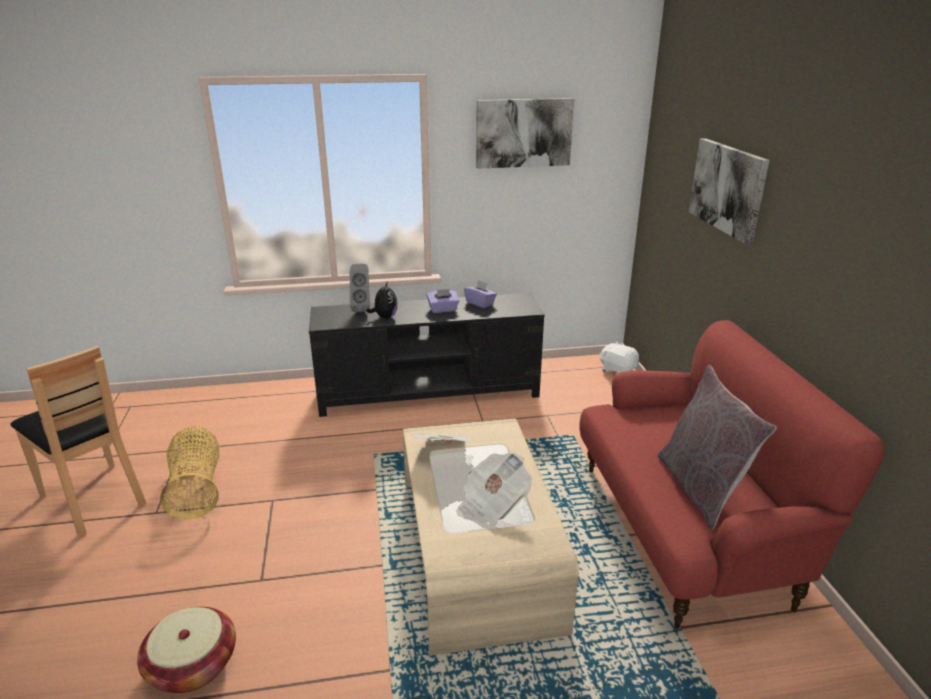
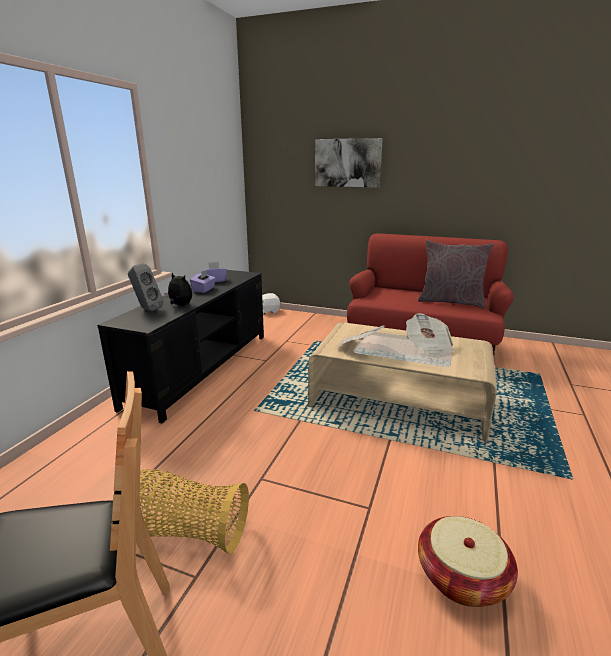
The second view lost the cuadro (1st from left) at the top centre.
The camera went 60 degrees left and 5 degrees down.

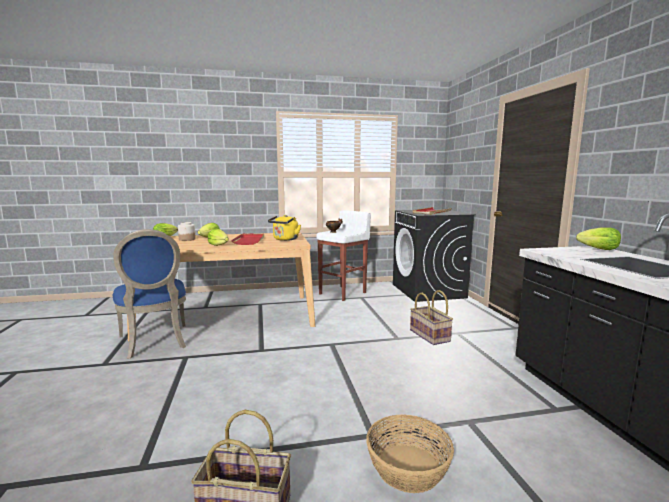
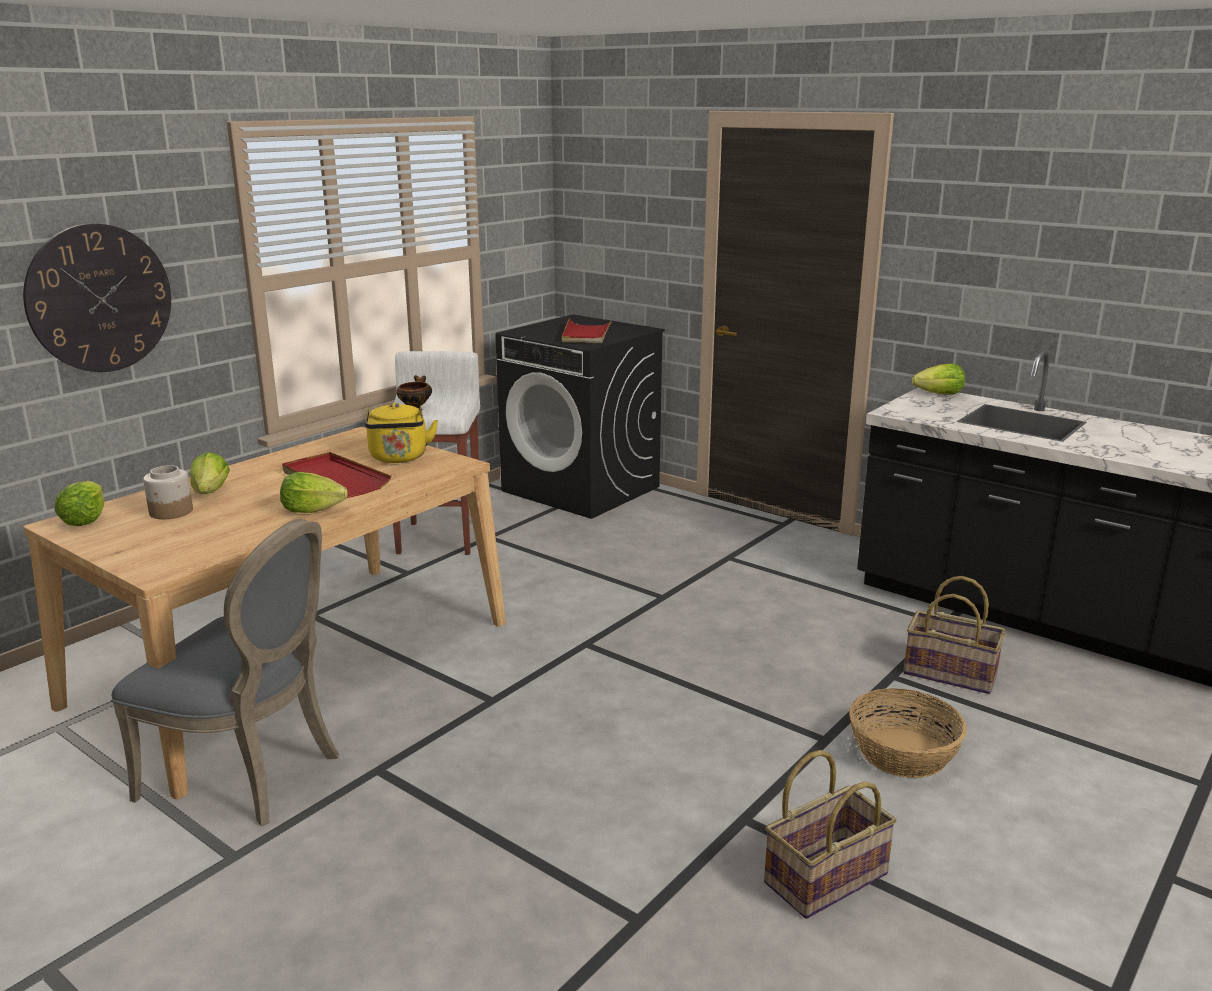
The second view gained the reloj de pared at the top left.
The cesta (3rd from left) ended up elsewhere, having gone from the centre to the middle right.
What was the silla (azul) at the middle left turned into the silla (gris) at the bottom left.
The camera went 40 degrees left and 10 degrees up.

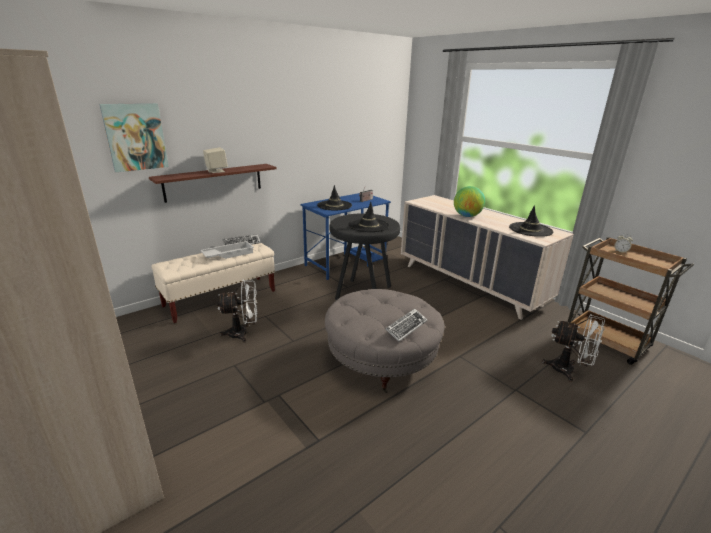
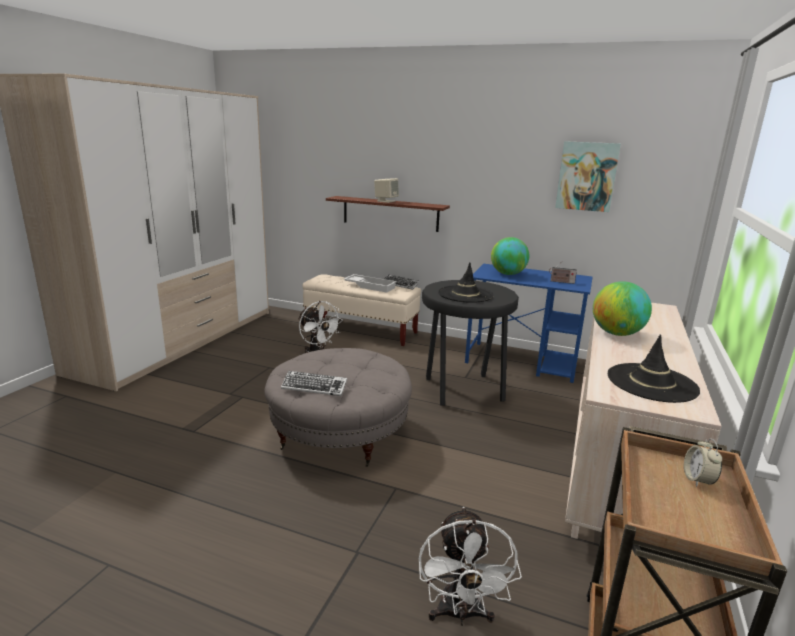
The cuadro ended up elsewhere, having gone from the top left to the top right.
Where the sombrero (negro) (1st from left) stood at the centre, the globo terráqueo (1st from left) came to stand at the centre.
The camera went 60 degrees right and 5 degrees down.

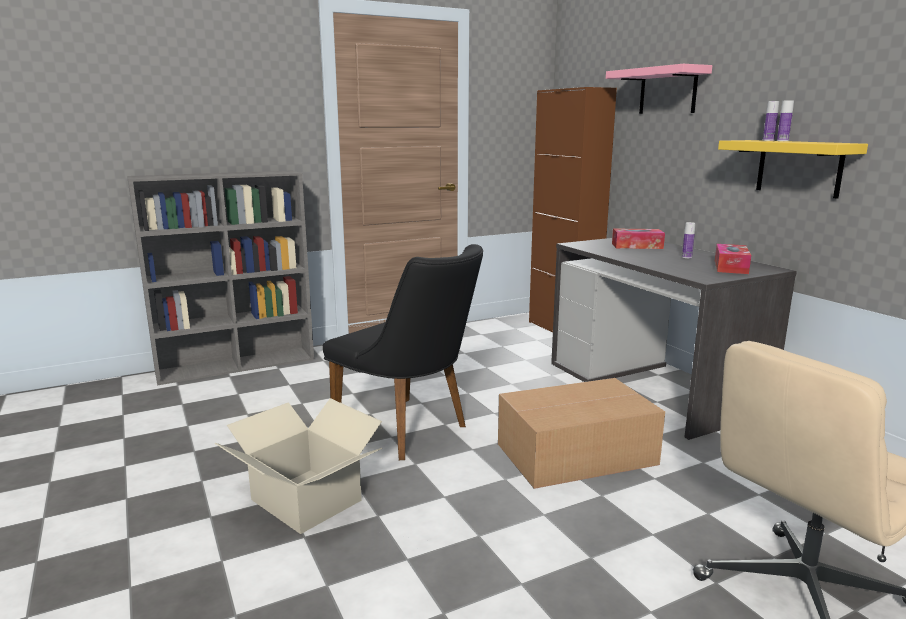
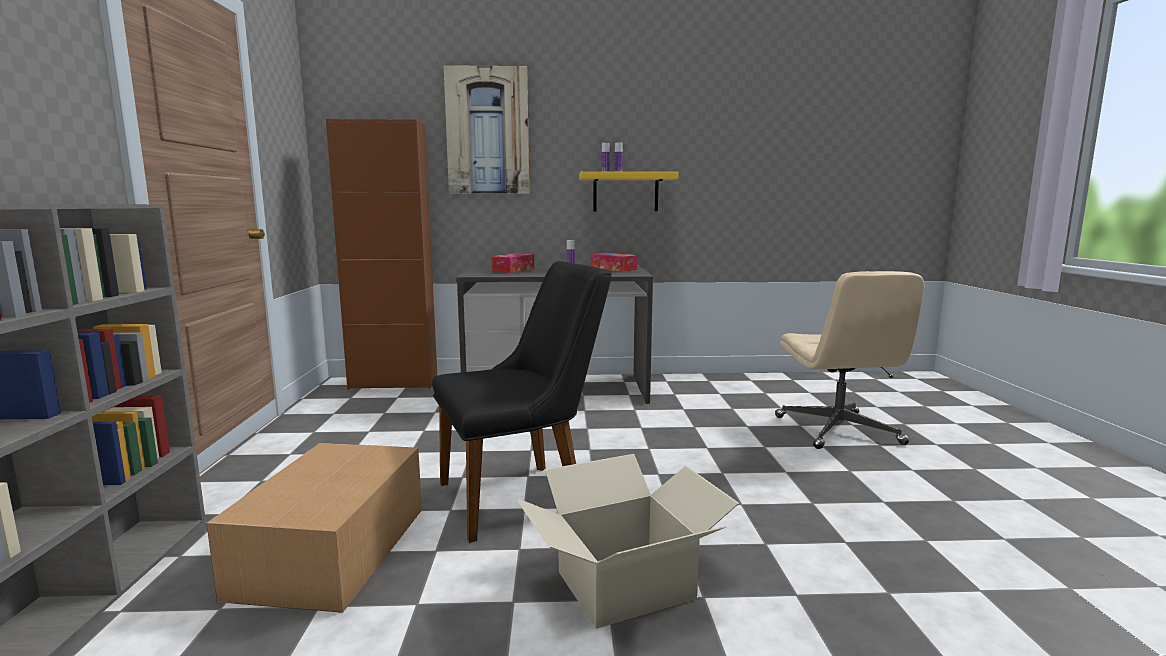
The caja de cartón (2nd from left in the first image) ended up elsewhere, having gone from the bottom centre to the bottom left.
Where the estante (rosa) hung at the top right, the cuadro came to hang at the top centre.
The camera went 65 degrees left and 5 degrees down.

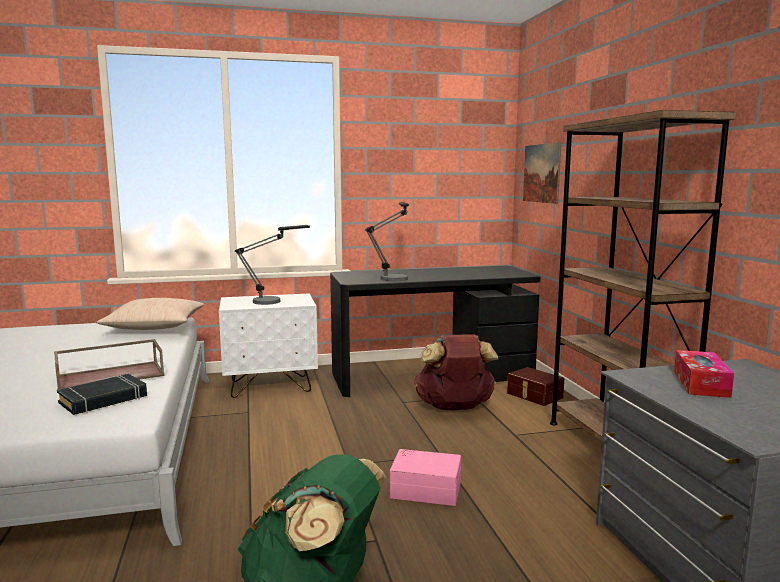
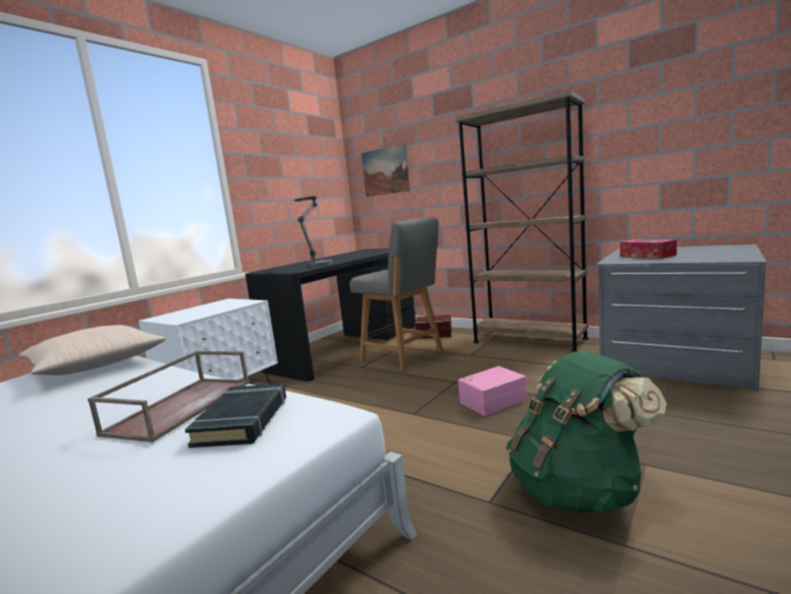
The second view lost the lámpara de mesa (1st from left) at the centre.
Where the mochila (marrón) stood at the centre, the silla (gris) came to stand at the centre.
The camera went 40 degrees left and 0 degrees up.

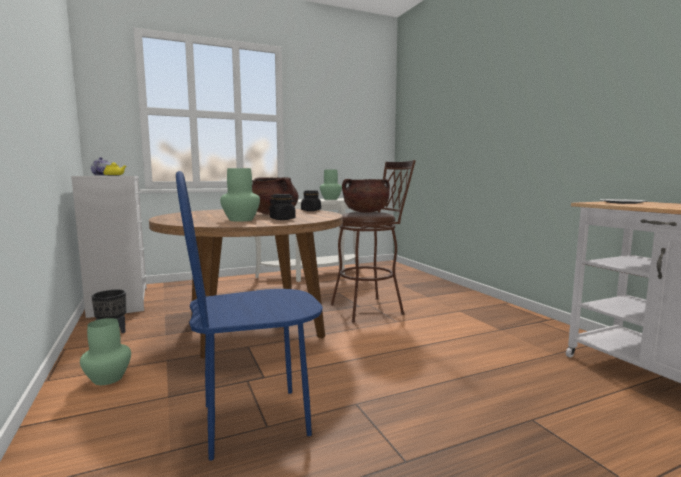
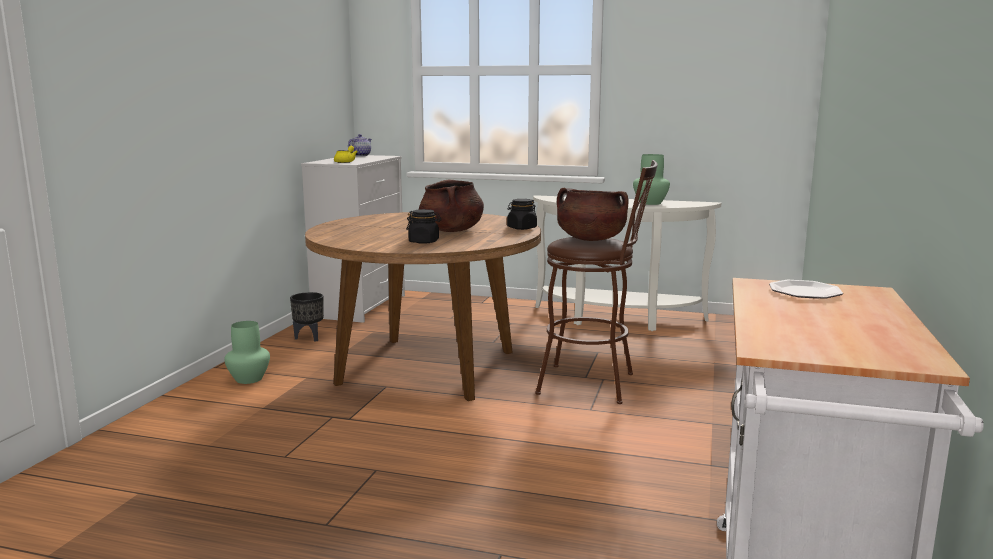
The second view lost the silla (azul) at the centre.
The second view lost the florero (verde) (2nd from left) at the centre.
The camera went 40 degrees right and 5 degrees up.

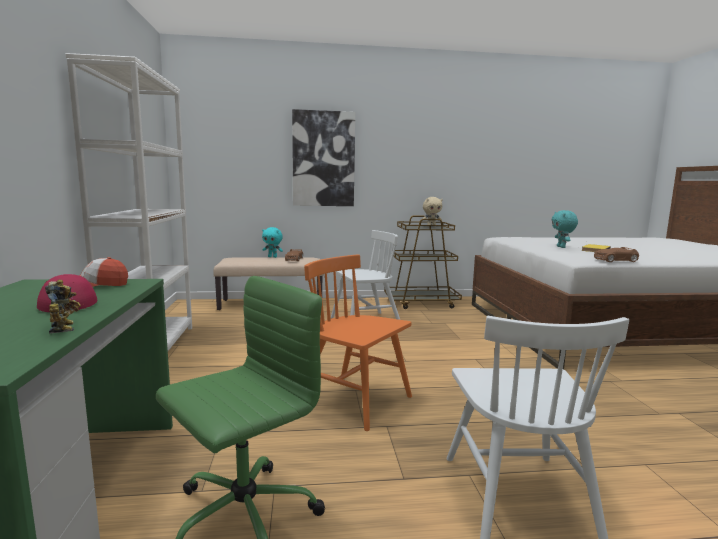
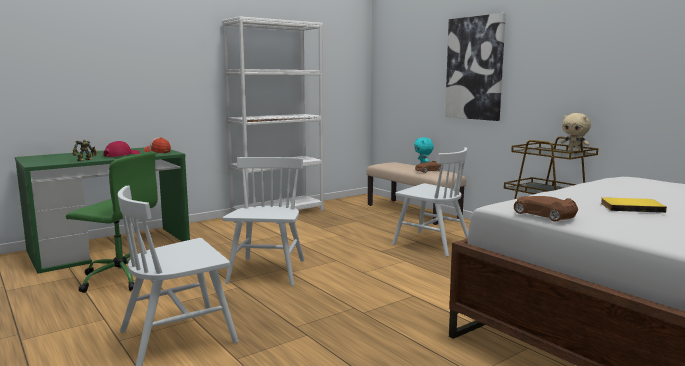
The second view lost the peluche (turquesa) (2nd from left) at the middle right.
What was the silla (naranja) at the centre turned into the silla (blanco) (2nd from left) at the centre.
The camera went 60 degrees right and 0 degrees up.

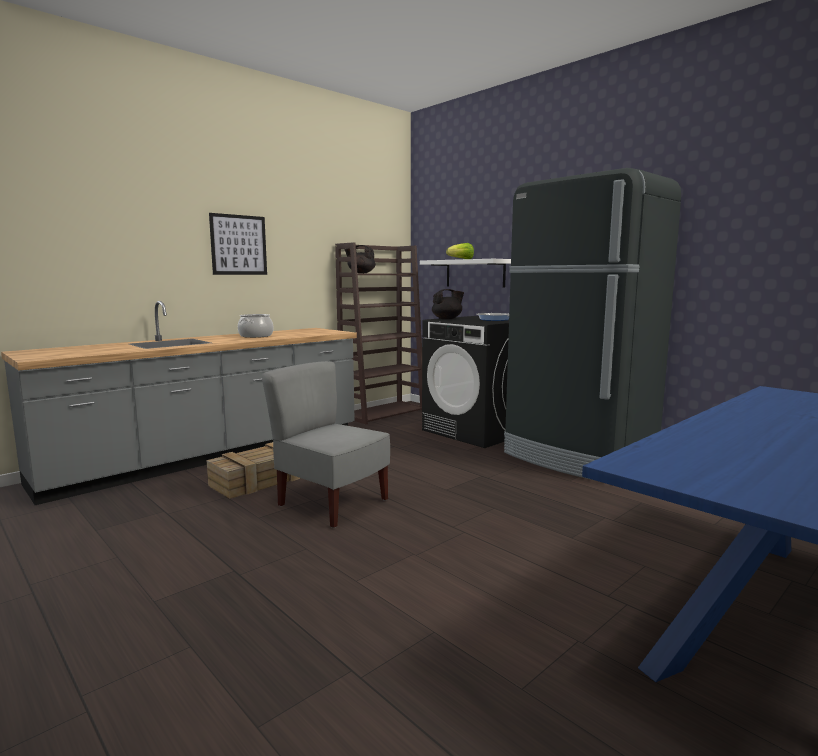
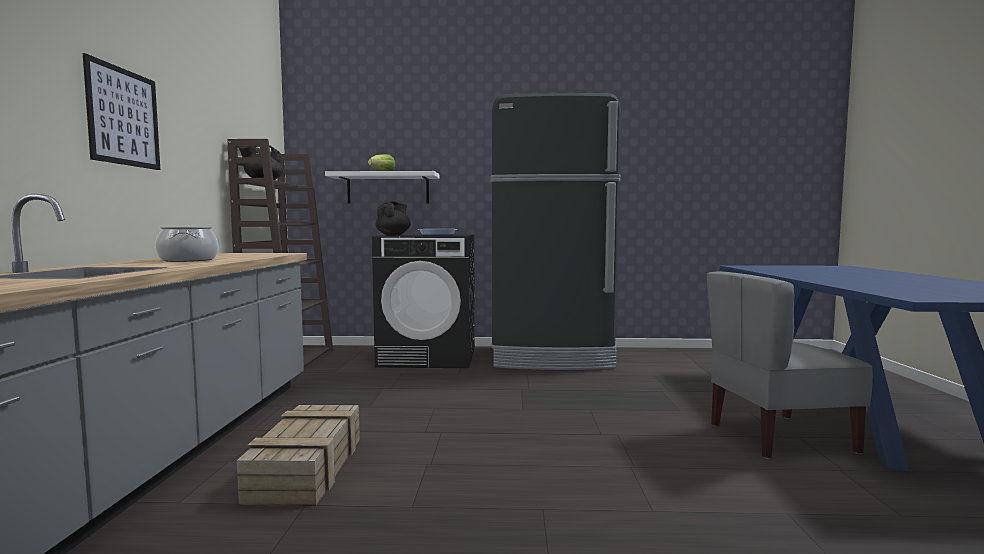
The silla (gris) ended up elsewhere, having gone from the centre to the middle right.
The camera went 45 degrees left and 5 degrees down.

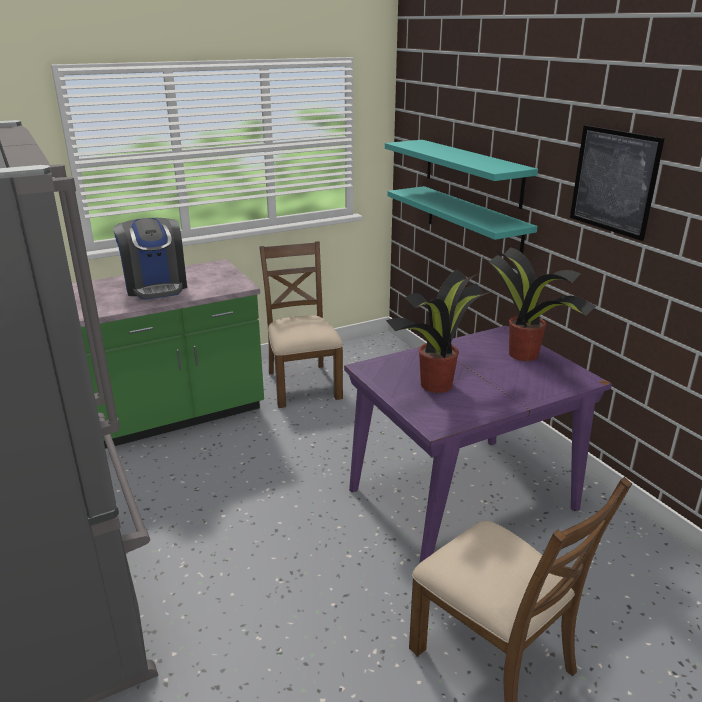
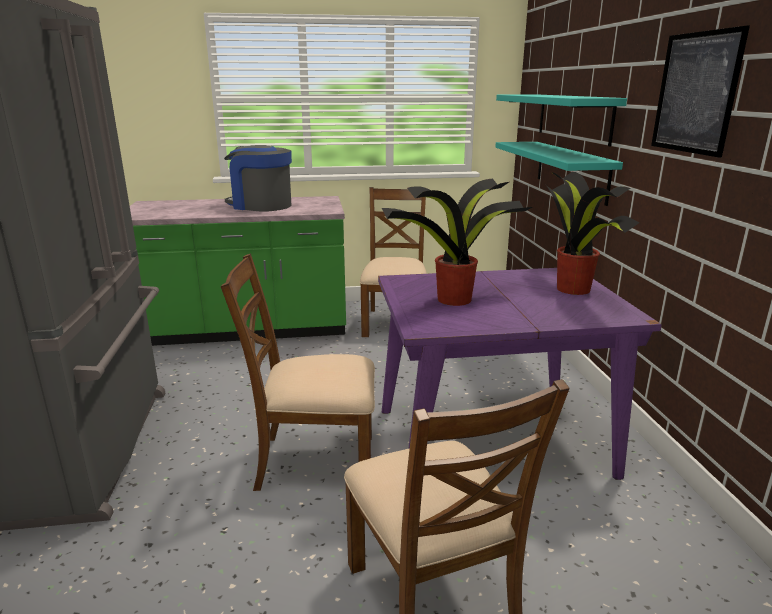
The second view gained the silla (marrón) (1st from left) at the centre.
The cafetera at the middle left ended up facing another way, 120 degrees clockwise from before.
The camera went 20 degrees right and 5 degrees down.

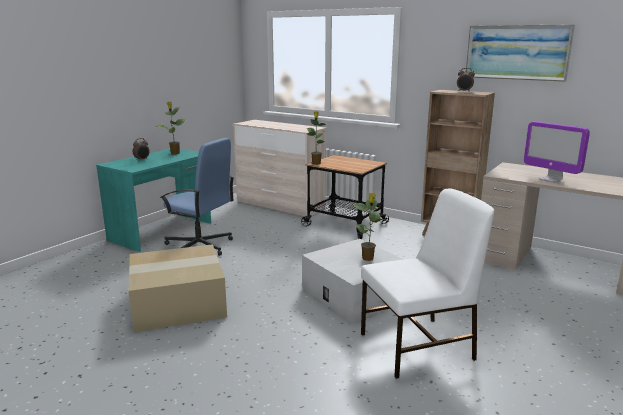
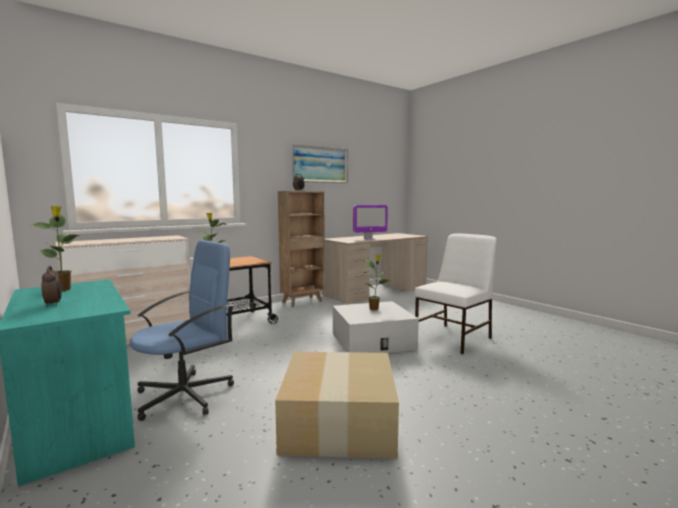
The silla (blanco) at the bottom right ended up facing another way, 45 degrees clockwise from before.
The camera went 70 degrees left and 10 degrees down.

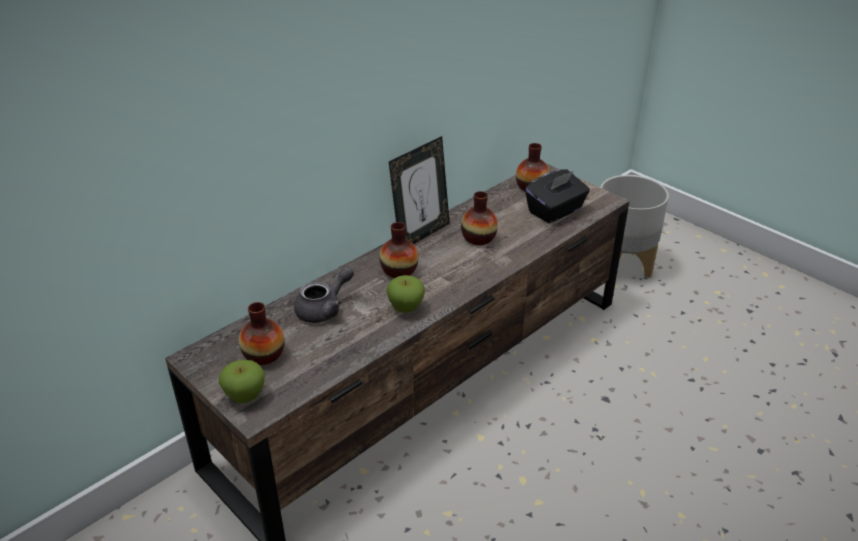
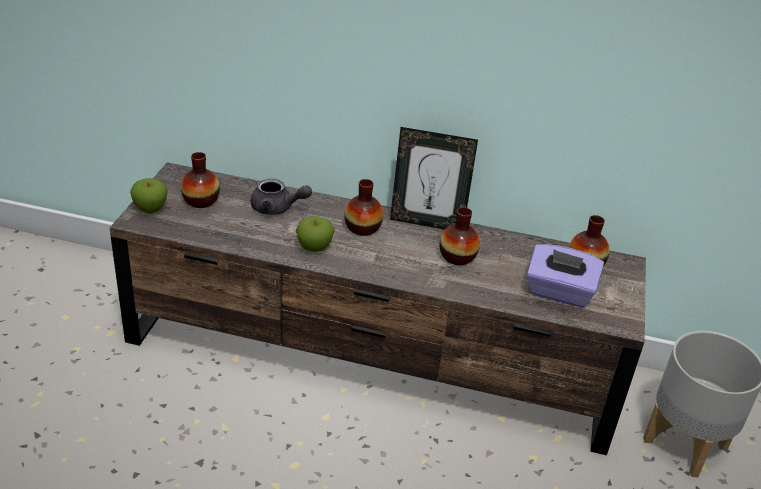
What was the caja de pañuelos (negro) at the centre turned into the caja de pañuelos (morado) at the middle right.
The camera went 55 degrees right and 0 degrees up.

